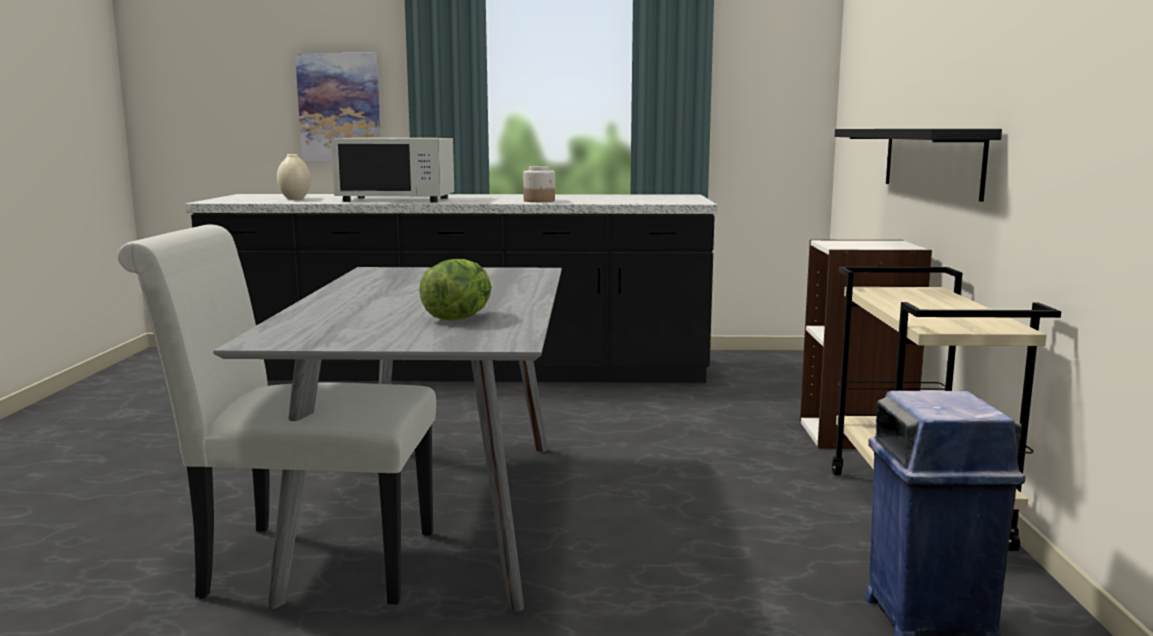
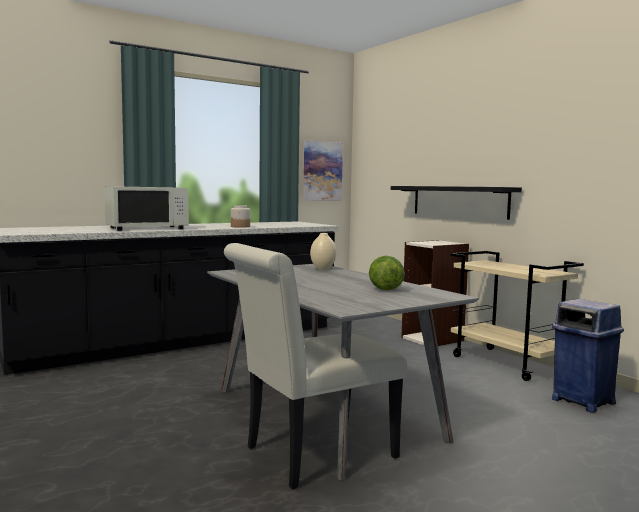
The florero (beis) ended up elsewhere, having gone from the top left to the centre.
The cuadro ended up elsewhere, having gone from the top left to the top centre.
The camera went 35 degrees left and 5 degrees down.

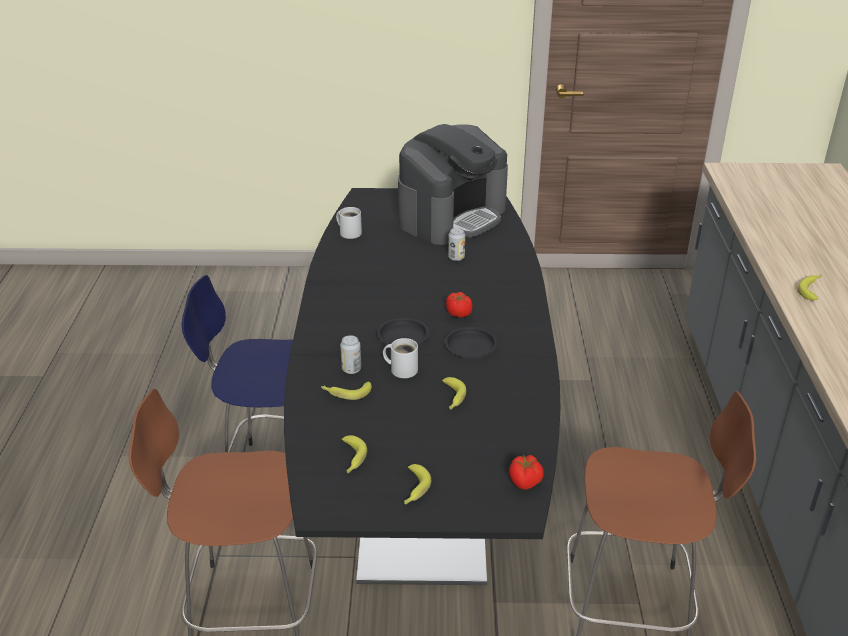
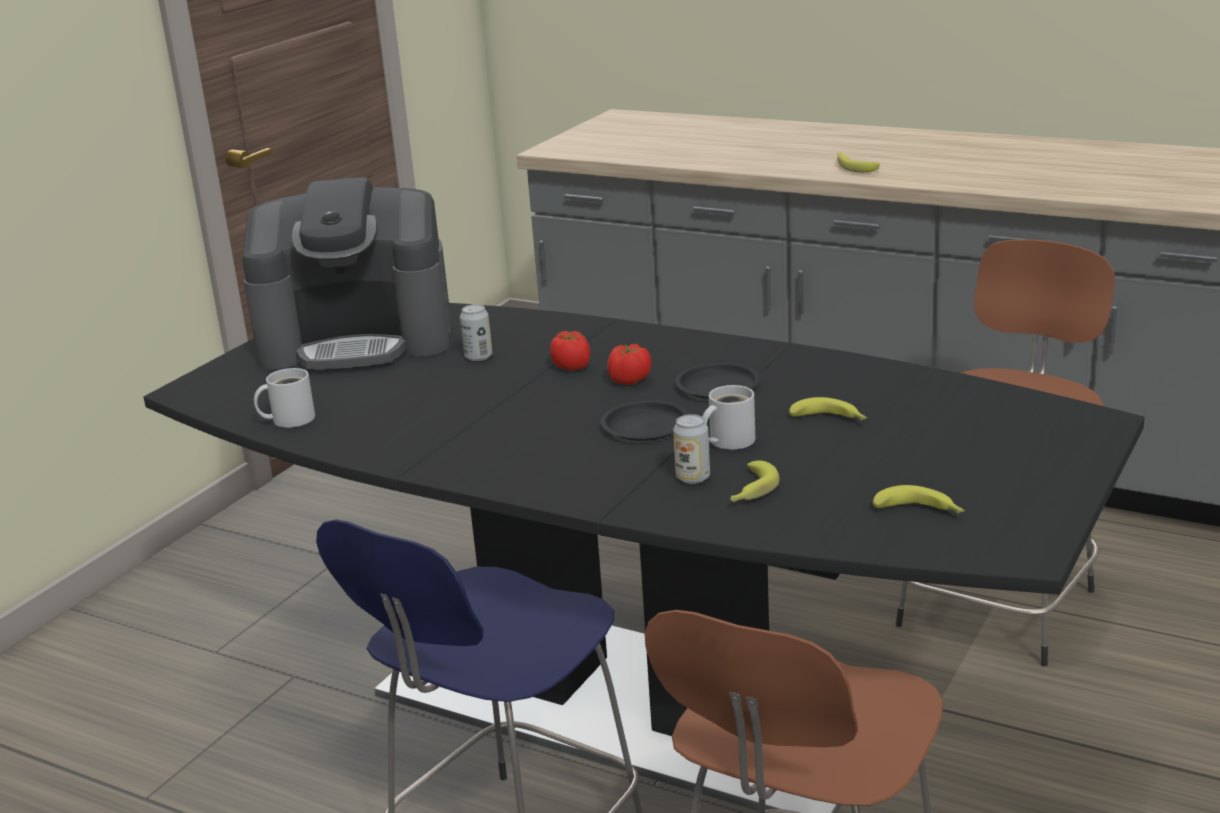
The second view lost the plátano (3rd from left) at the bottom centre.
The tomate (2nd from left in the first image) ended up elsewhere, having gone from the bottom centre to the centre.
The cafetera at the top centre ended up facing another way, 105 degrees clockwise from before.
The camera went 60 degrees left and 10 degrees down.

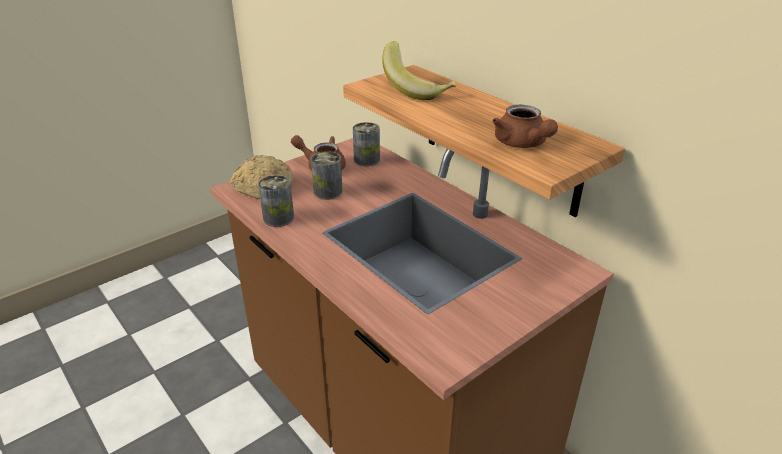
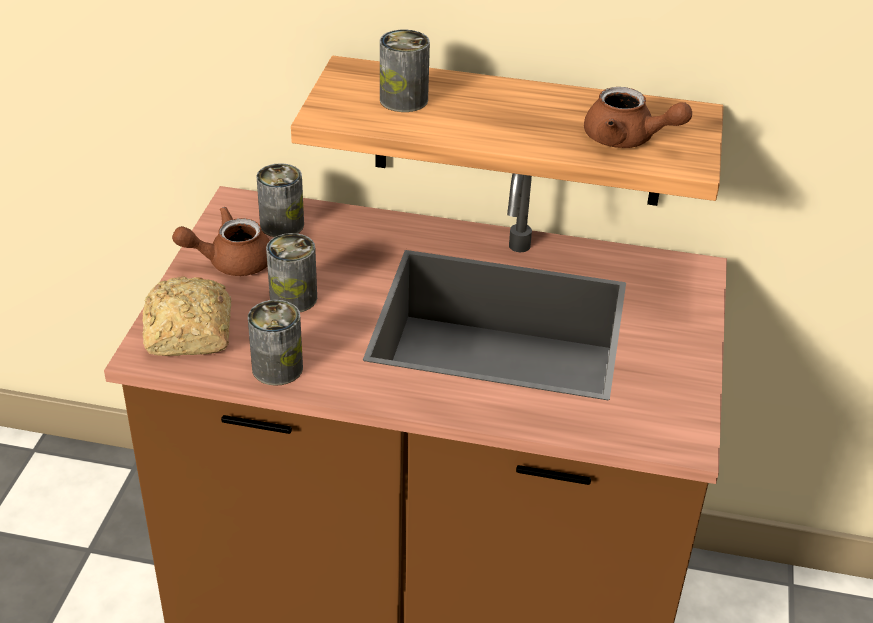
Where the plátano stood at the top centre, the lata (4th from left) came to stand at the top centre.
The camera went 40 degrees left and 5 degrees up.

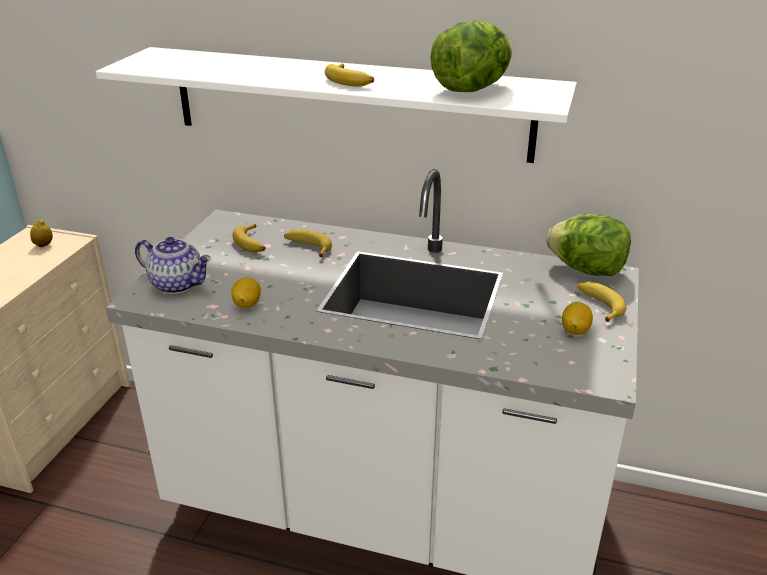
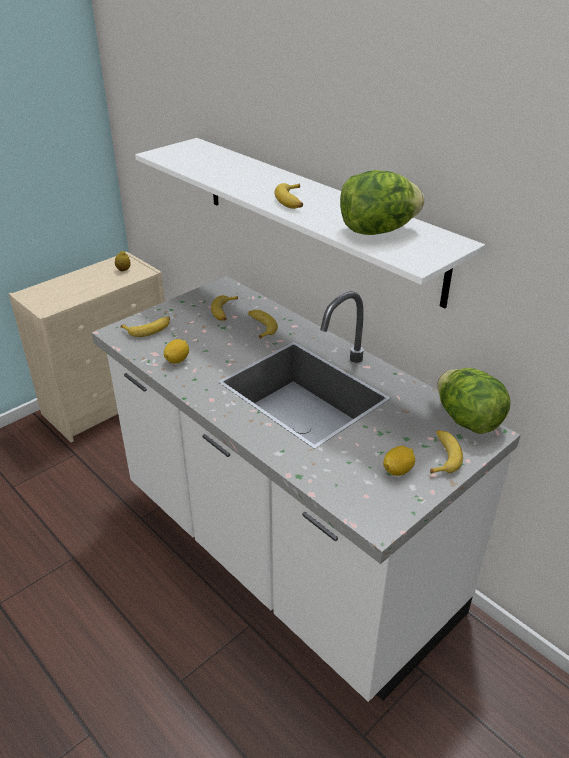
Where the tetera stood at the middle left, the plátano (1st from left) came to stand at the middle left.
The camera went 30 degrees right and 5 degrees up.

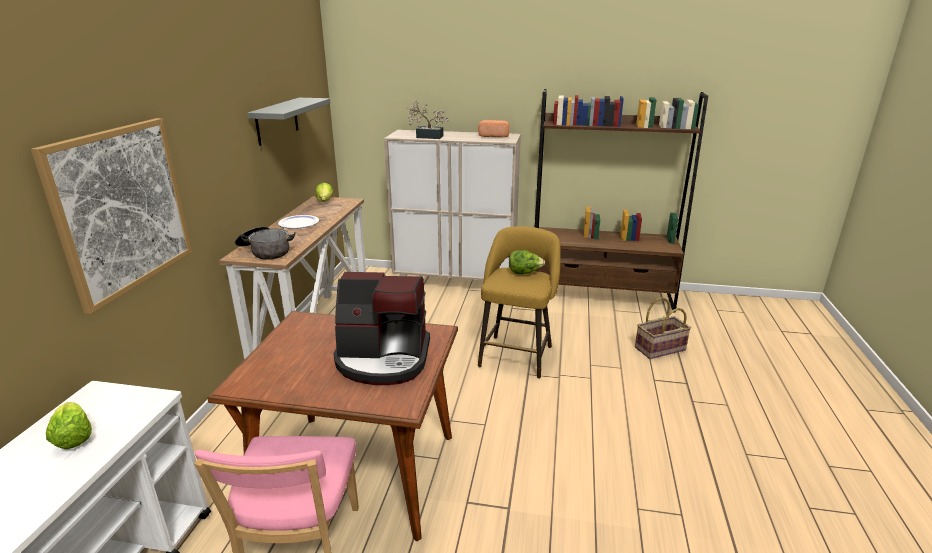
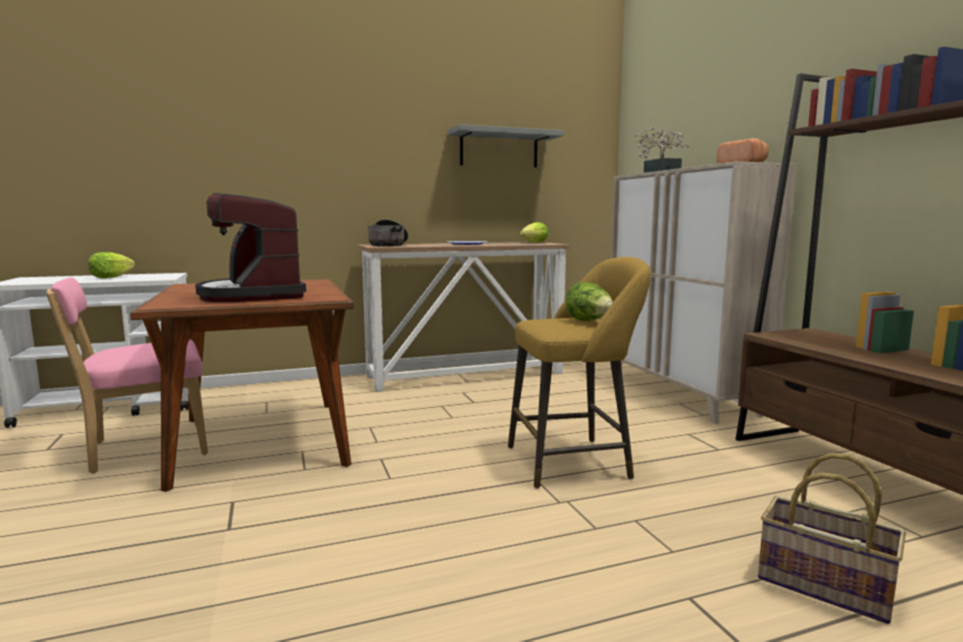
The second view lost the cuadro at the middle left.
The camera went 60 degrees right and 15 degrees down.

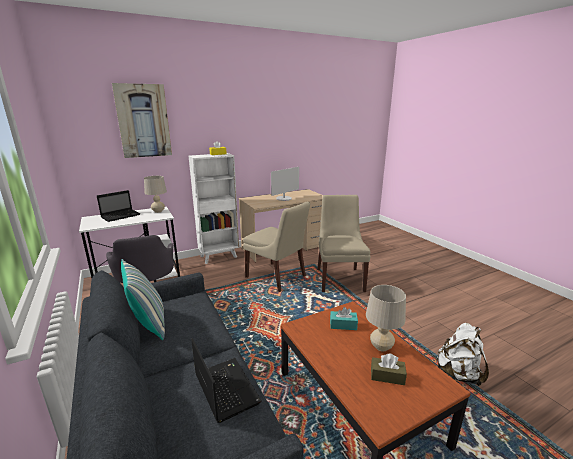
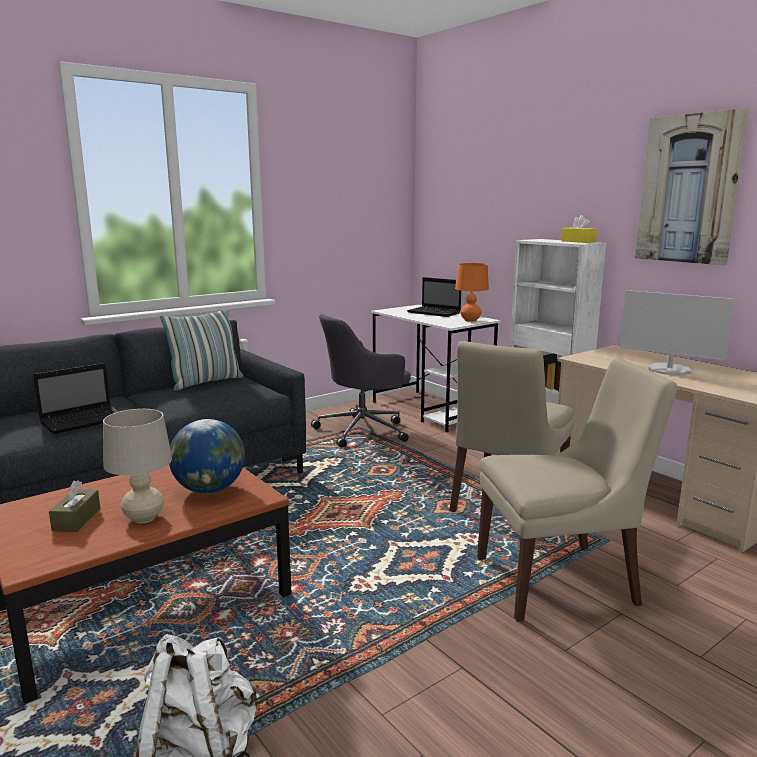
The cuadro ended up elsewhere, having gone from the top left to the top right.
Where the caja de pañuelos (turquesa) stood at the bottom centre, the globo terráqueo came to stand at the middle left.
What was the lámpara de mesa (beis) (1st from left) at the middle left turned into the lámpara de mesa (naranja) at the centre.
The camera went 80 degrees right and 5 degrees down.

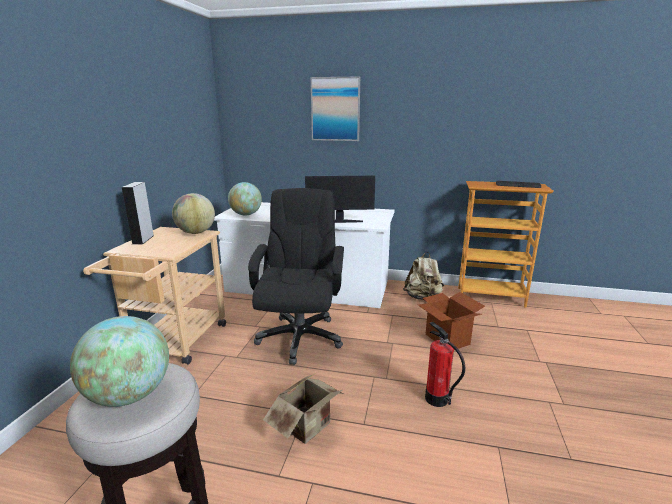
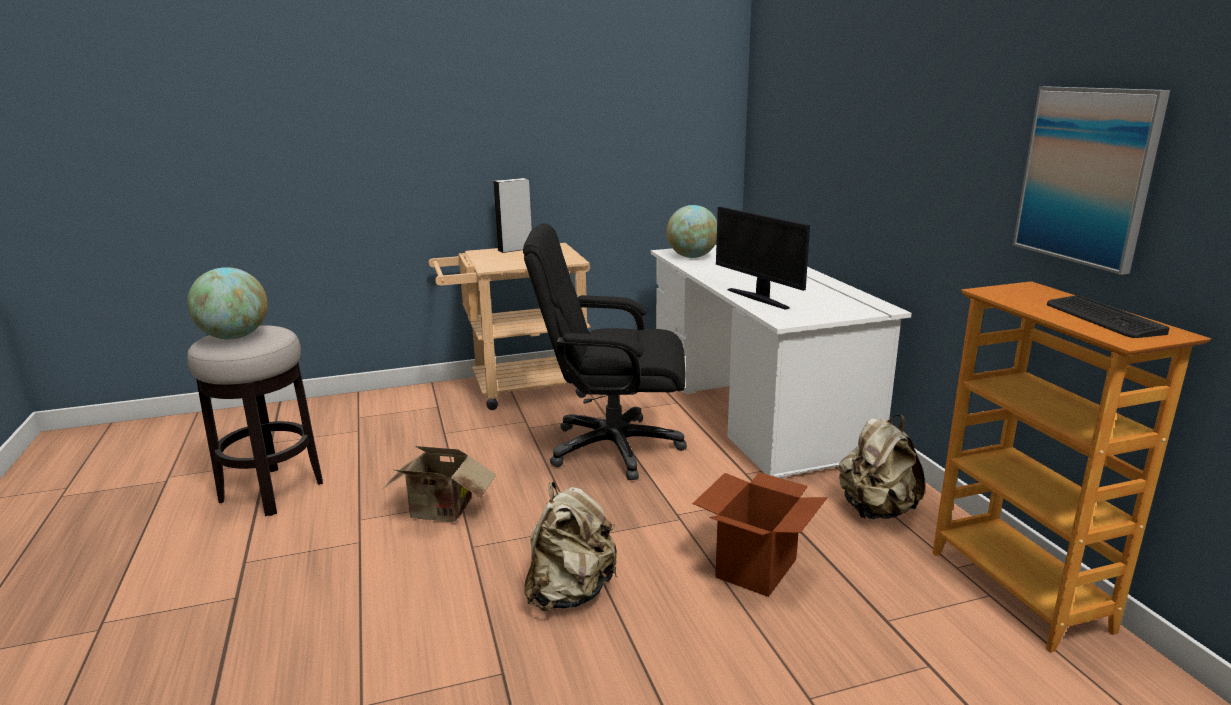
The second view lost the globo terráqueo (2nd from left) at the middle left.
The cuadro ended up elsewhere, having gone from the top centre to the top right.
Where the extintor stood at the bottom centre, the mochila (beis) (1st from left) came to stand at the bottom centre.
The silla de oficina (negro) at the centre ended up facing another way, 150 degrees counterclockwise from before.
The camera went 60 degrees right and 0 degrees up.

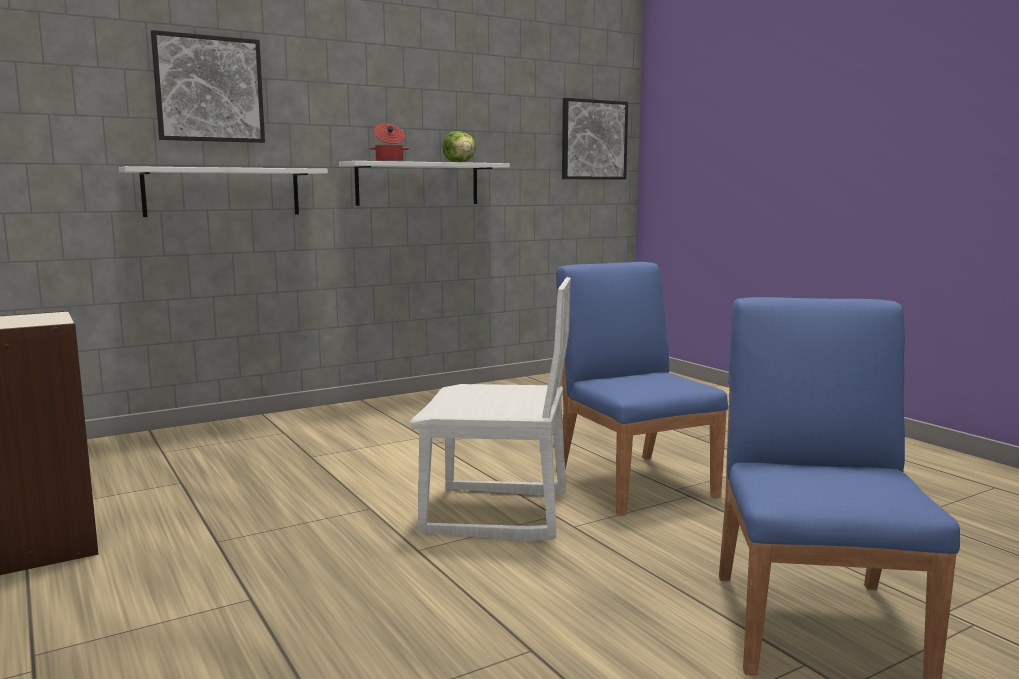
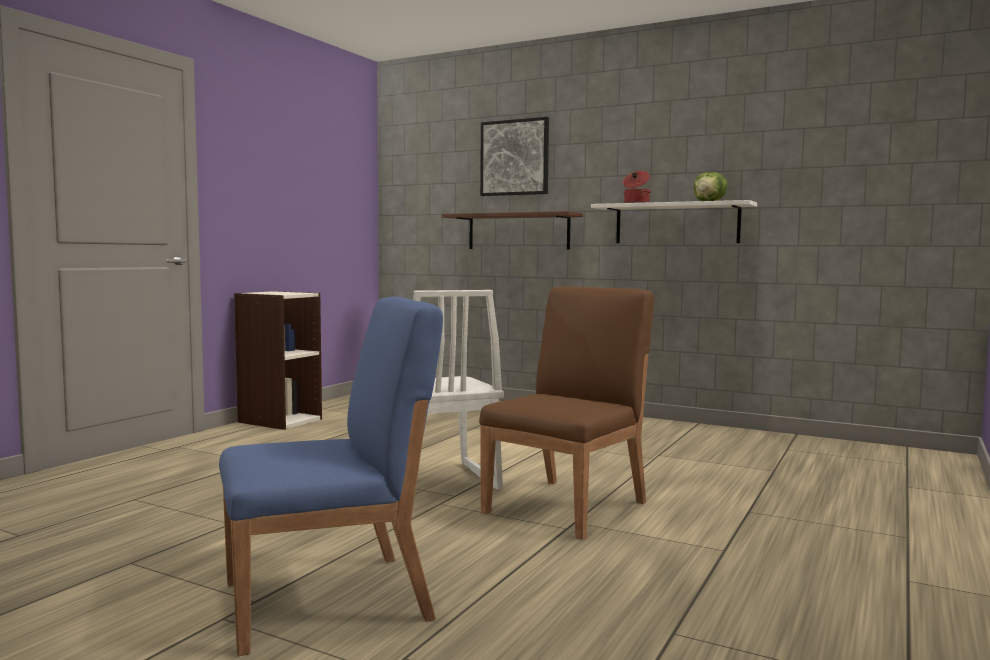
The second view lost the cuadro (2nd from left) at the top centre.
What was the estante (blanco) (1st from left) at the top left turned into the estante (marrón) at the centre.
What was the silla (azul) (1st from left) at the centre turned into the silla (marrón) at the centre.
The camera went 60 degrees right and 5 degrees down.

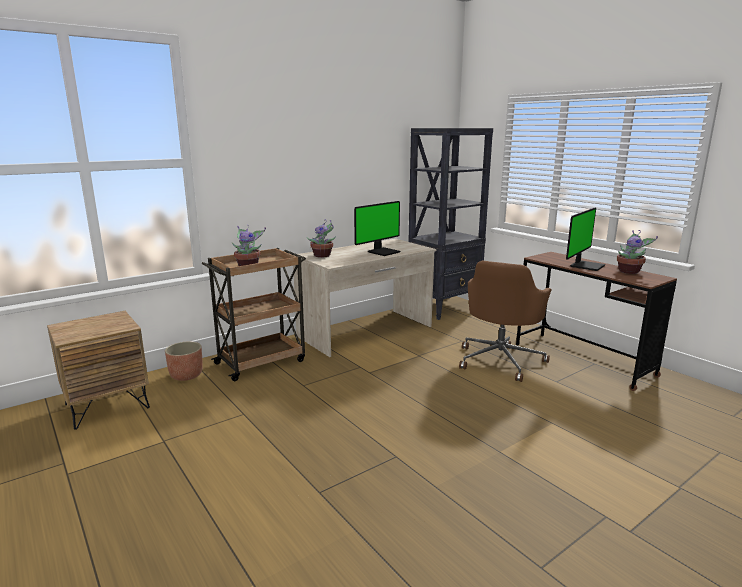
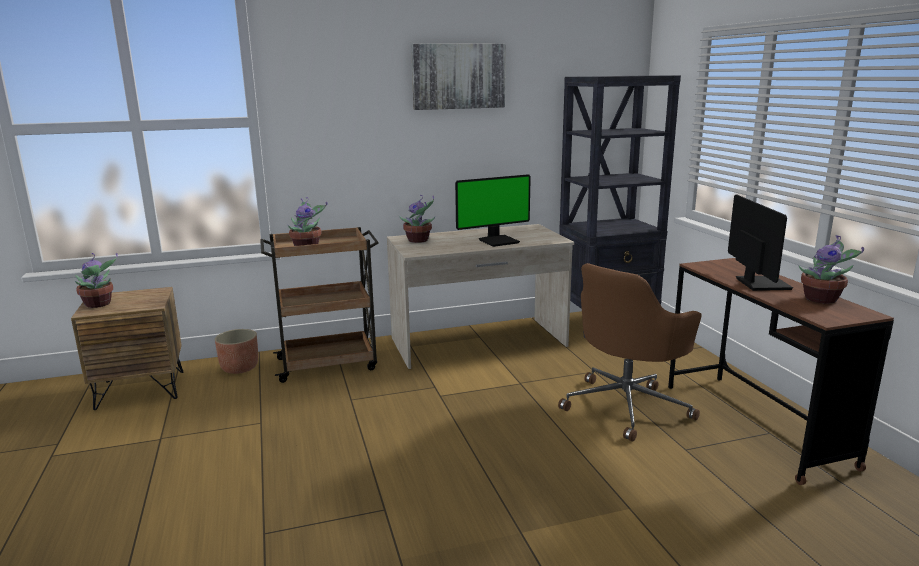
The second view gained the planta en maceta (1st from left) at the middle left.
The second view gained the cuadro at the top centre.
The monitor (2nd from left) at the middle right ended up facing another way, 60 degrees counterclockwise from before.
The camera went 20 degrees right and 0 degrees up.

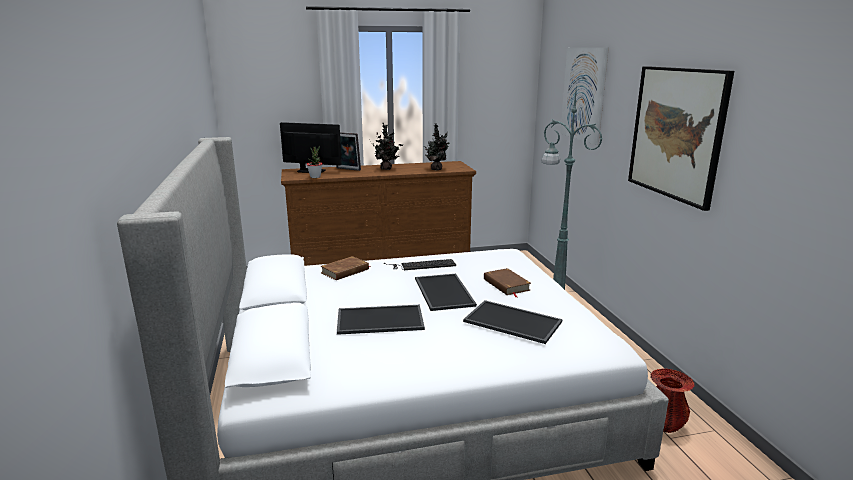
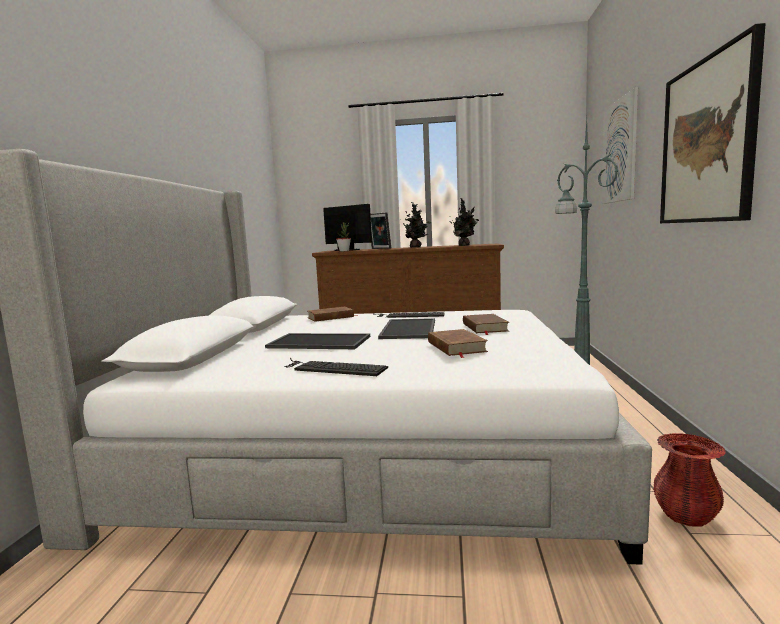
The second view gained the teclado (1st from left) at the centre.
Where the bandeja (3rd from left) stood at the bottom centre, the libro (marrón) (2nd from left) came to stand at the centre.
The camera went 20 degrees right and 10 degrees down.

